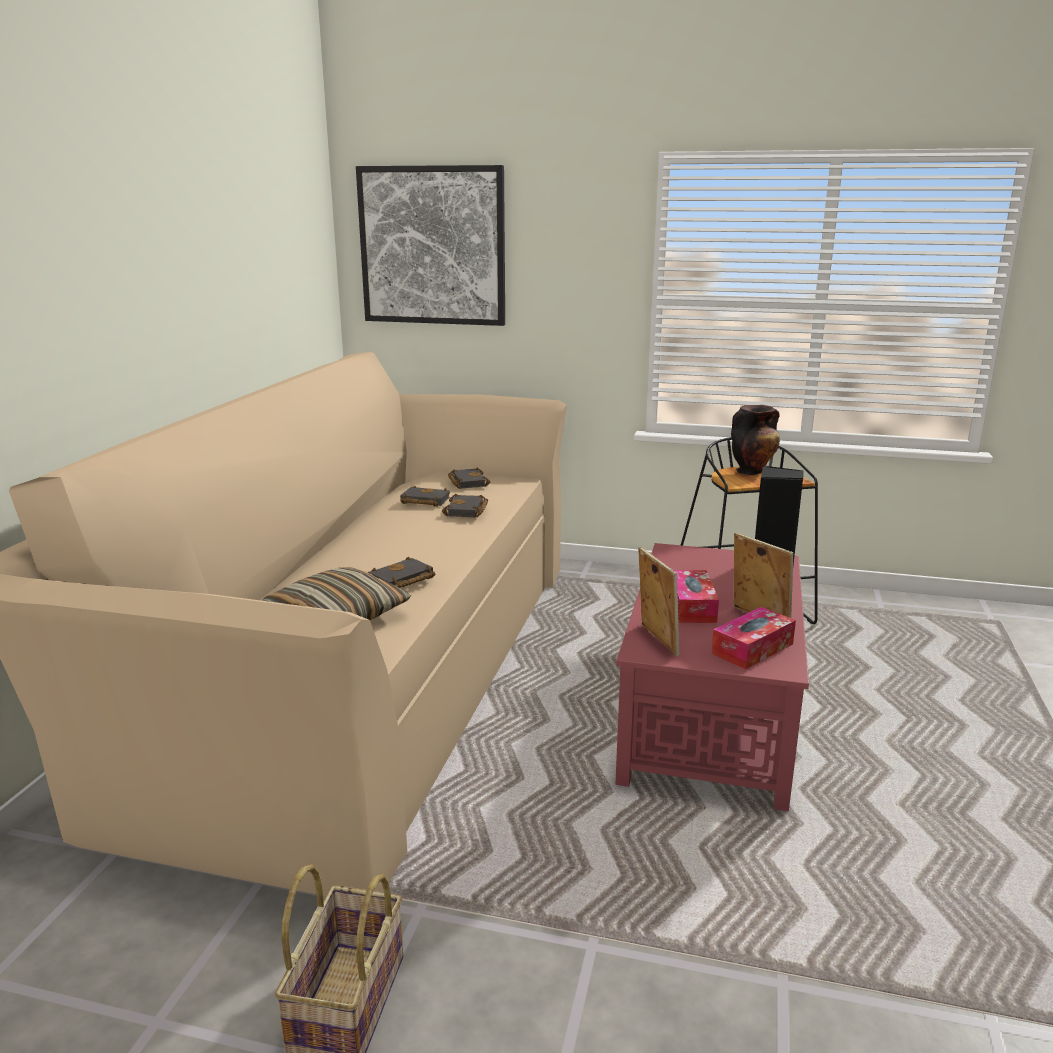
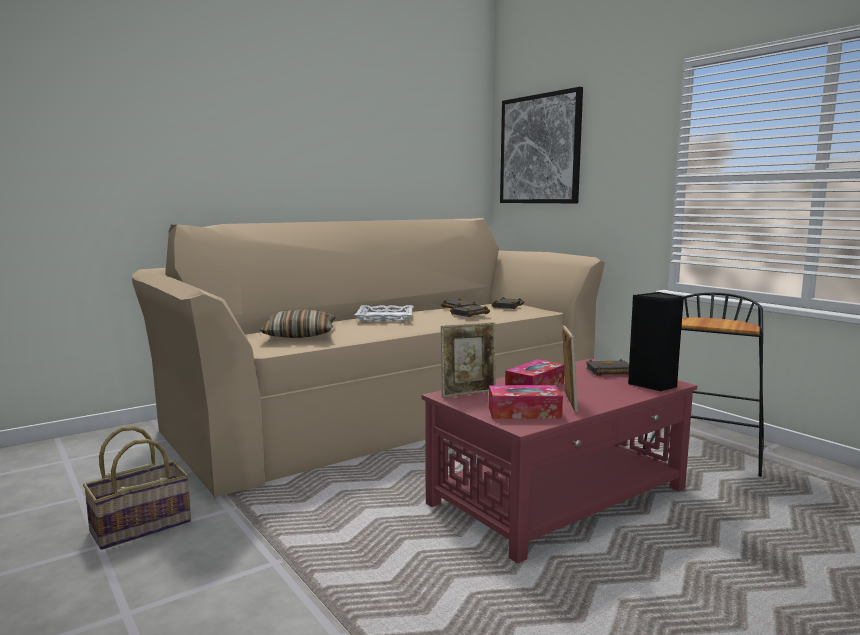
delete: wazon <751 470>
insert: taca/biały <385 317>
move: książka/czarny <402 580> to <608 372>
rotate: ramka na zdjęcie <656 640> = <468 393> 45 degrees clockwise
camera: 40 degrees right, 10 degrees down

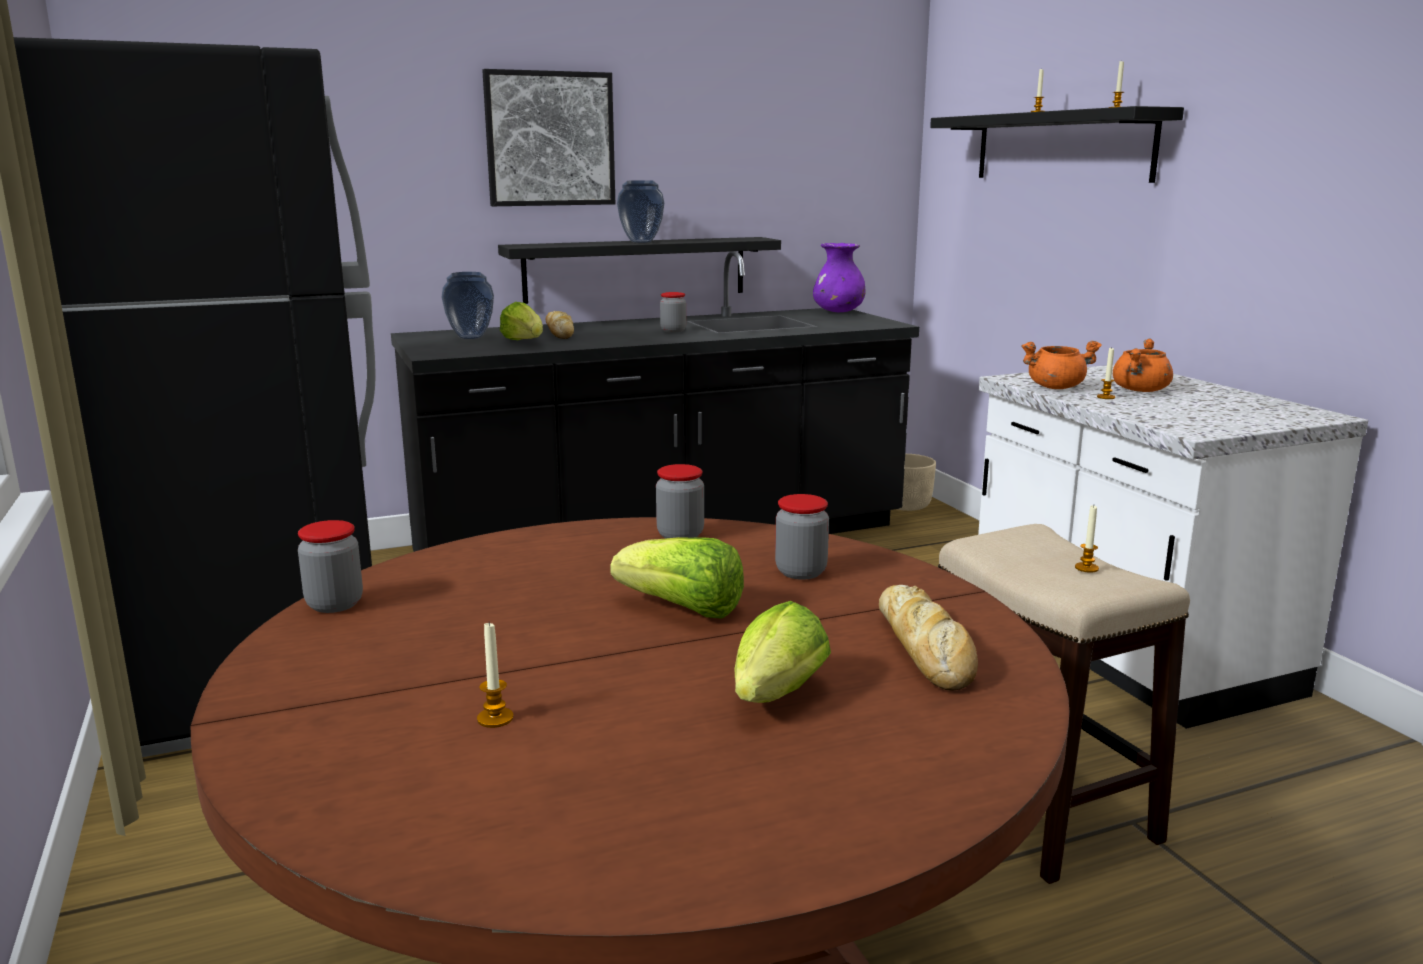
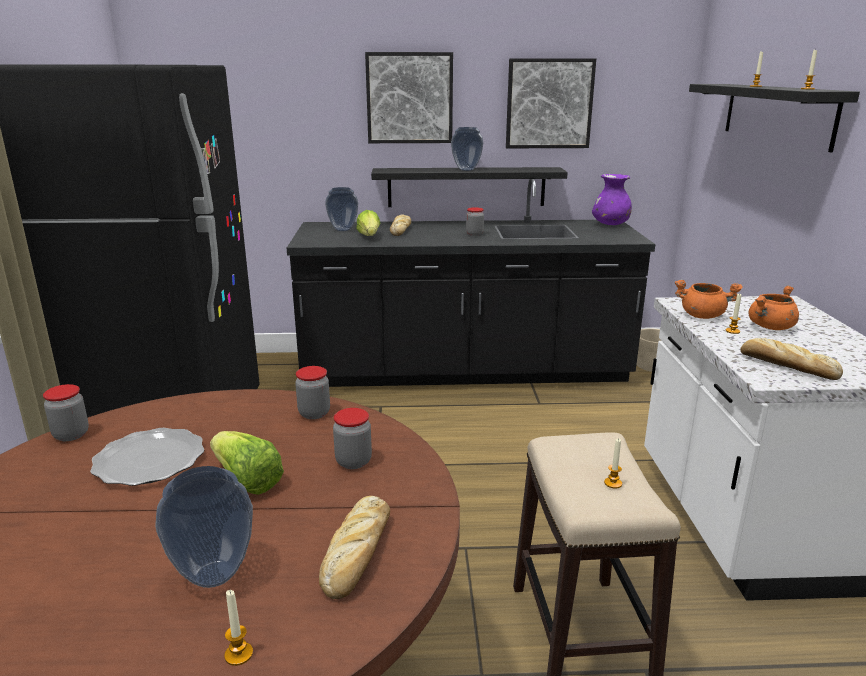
insert: talerz <149 460>; obraz <549 104>; chleb <785 366>
move: świeca <495 718> to <238 654>
replace: sałata <774 699> to wazon <215 575>
camera: 20 degrees right, 5 degrees up

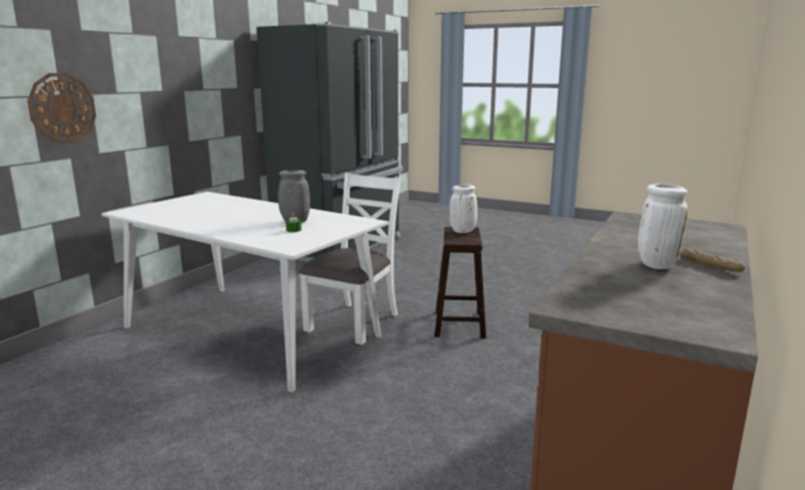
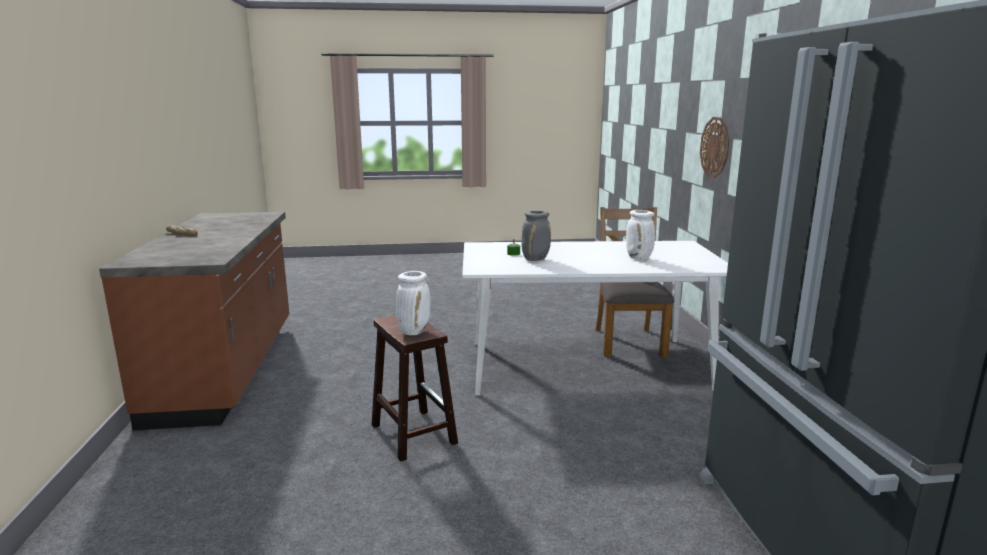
delete: krzesło/biały <353 322>
insert: krzesło/brązowy <628 342>
move: wazon/biały <655 264> to <639 258>
camera: 145 degrees right, 0 degrees up

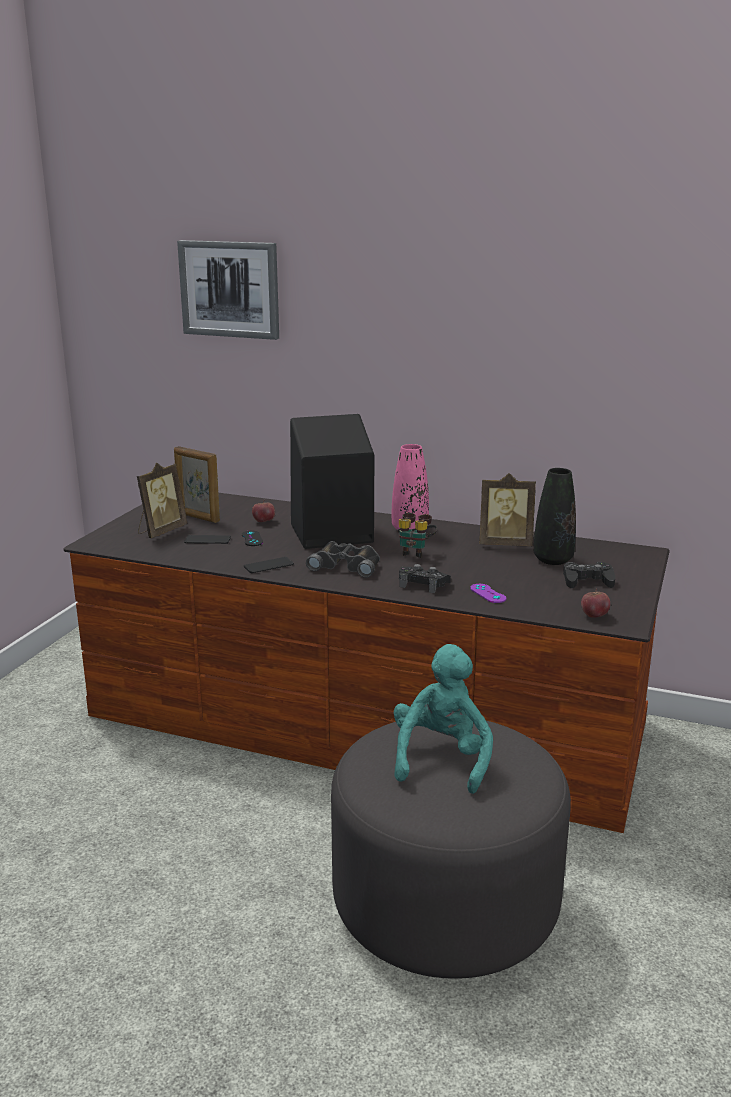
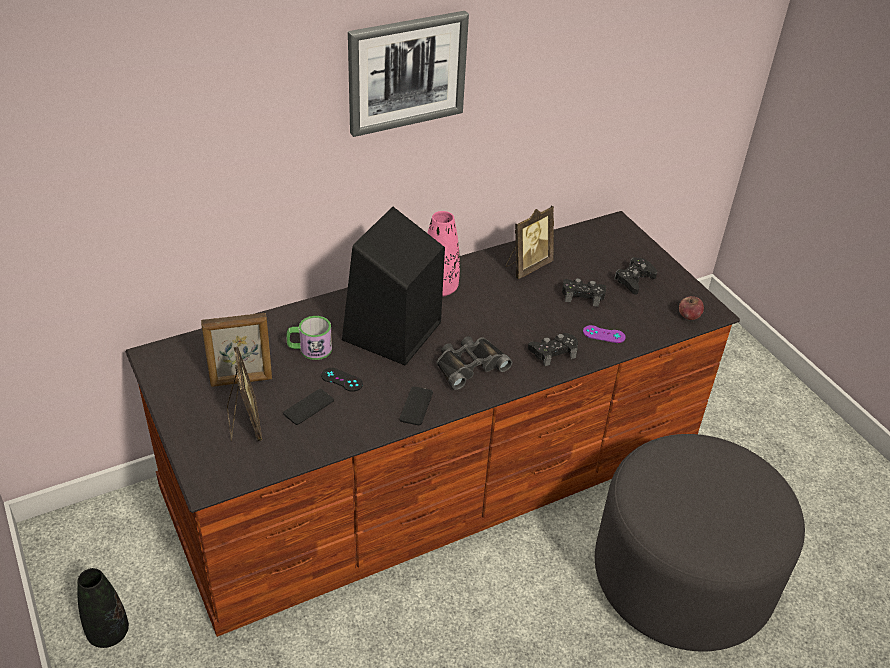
delete: pluszak/turkusowy <441 758>; lornetka <415 552>
insert: pad do gier/czarny <582 295>
move: obraz <230 289> to <406 72>; wazon/czarny <553 560> to <109 633>
replace: jabłko <264 521> to kubek <309 349>
camera: 50 degrees left, 20 degrees up

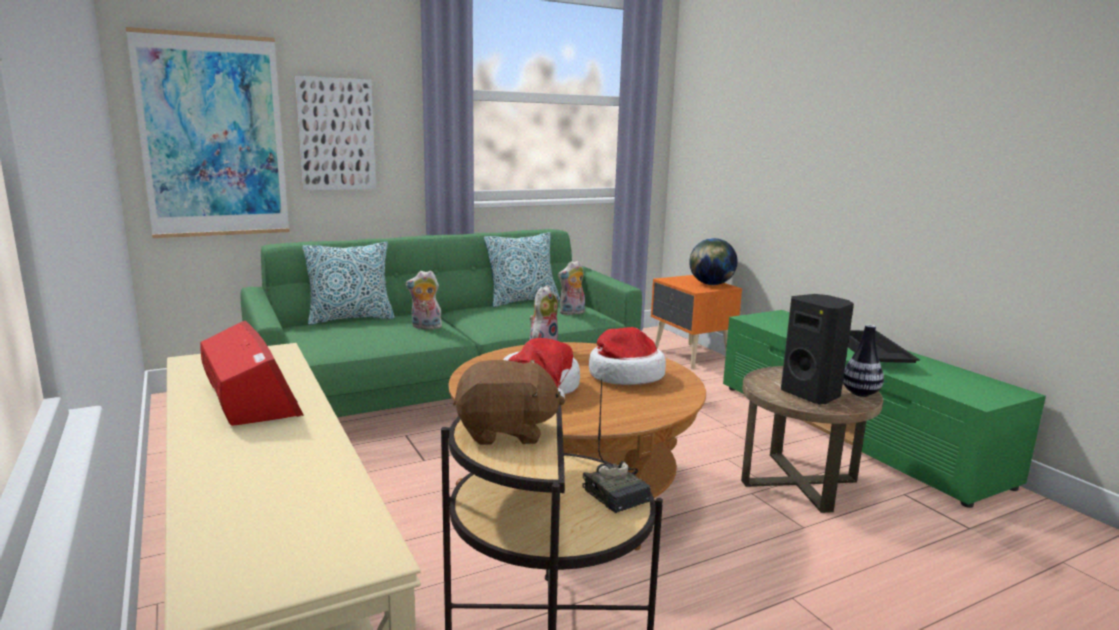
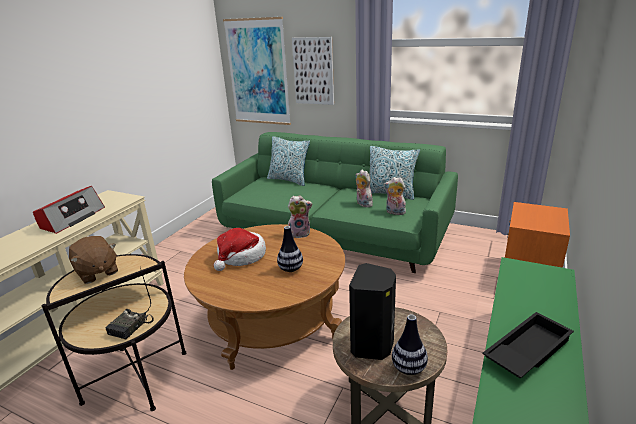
delete: globus <711 284>
move: pluszak <425 327> to <362 204>
replace: kapelusz <624 375> to wazon <290 269>
camera: 55 degrees right, 10 degrees up

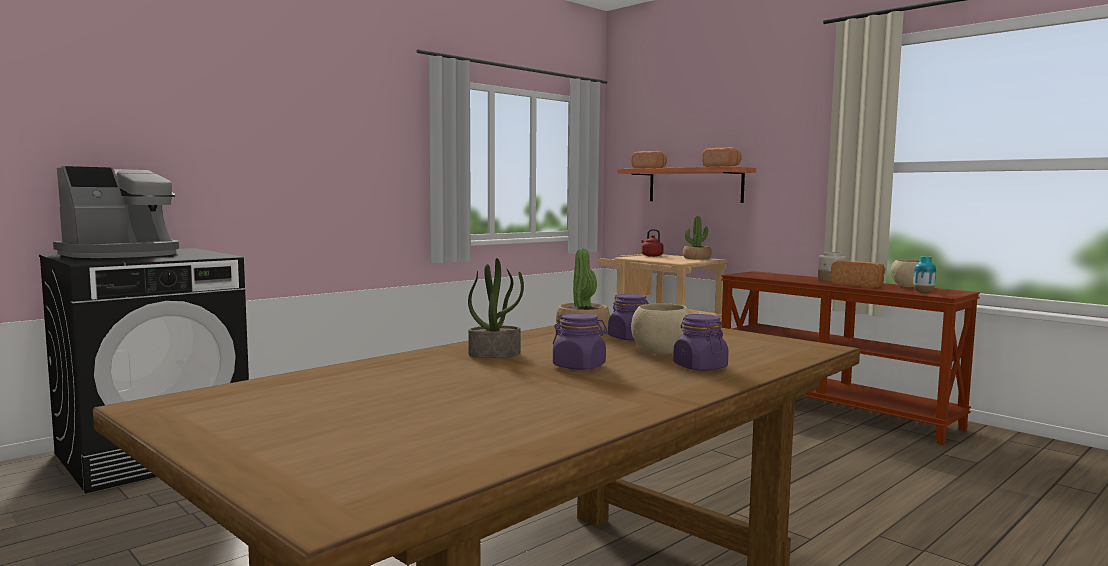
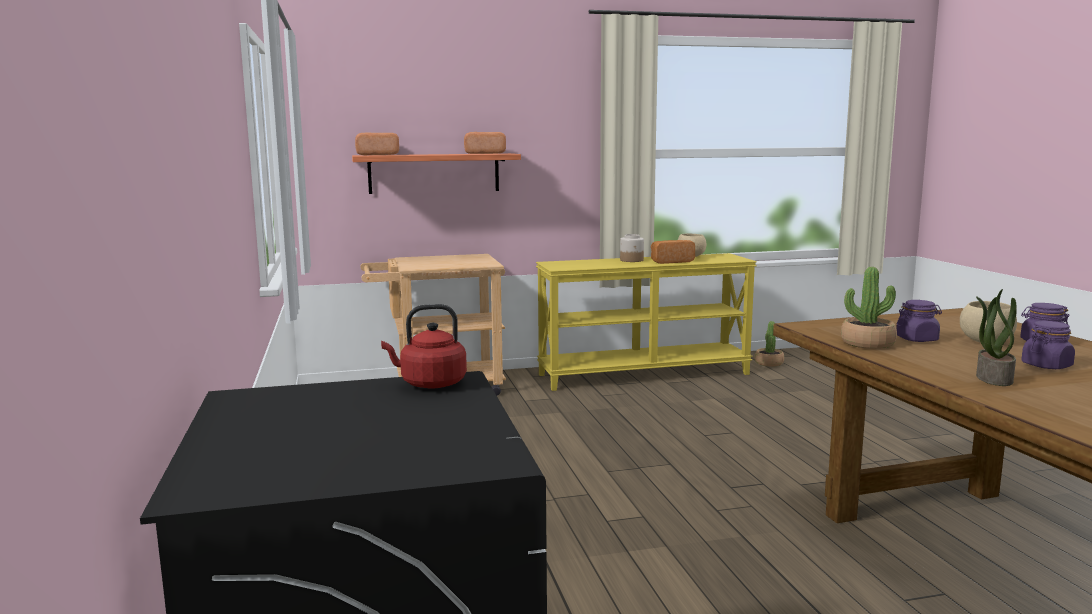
delete: ekspres do kawy <122 254>; wazon <923 292>
move: czajnik/czerwony <651 256> to <430 384>; roślina doniczkowa <696 258> to <768 363>
recolor: stolik konsolowy/brązowy <834 409> to stolik konsolowy/żółty <644 374>
camera: 60 degrees left, 5 degrees up

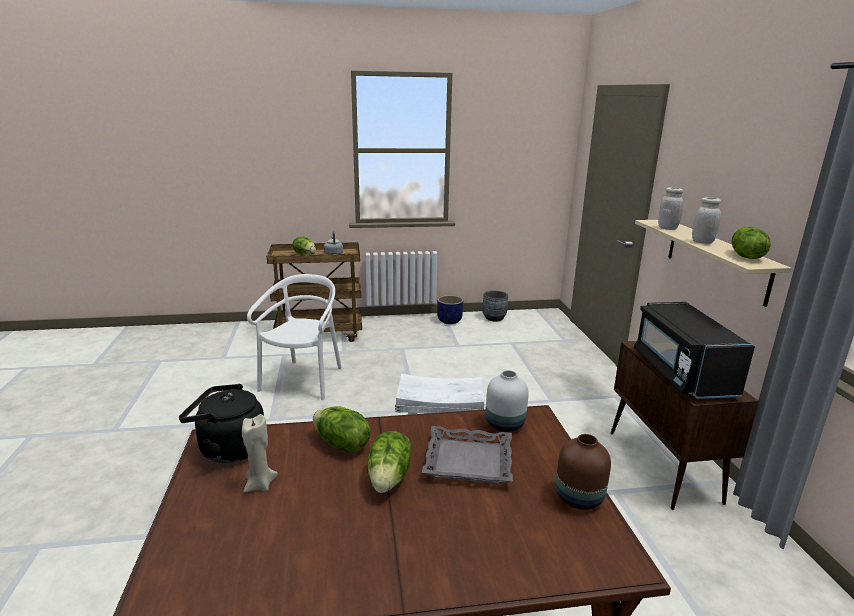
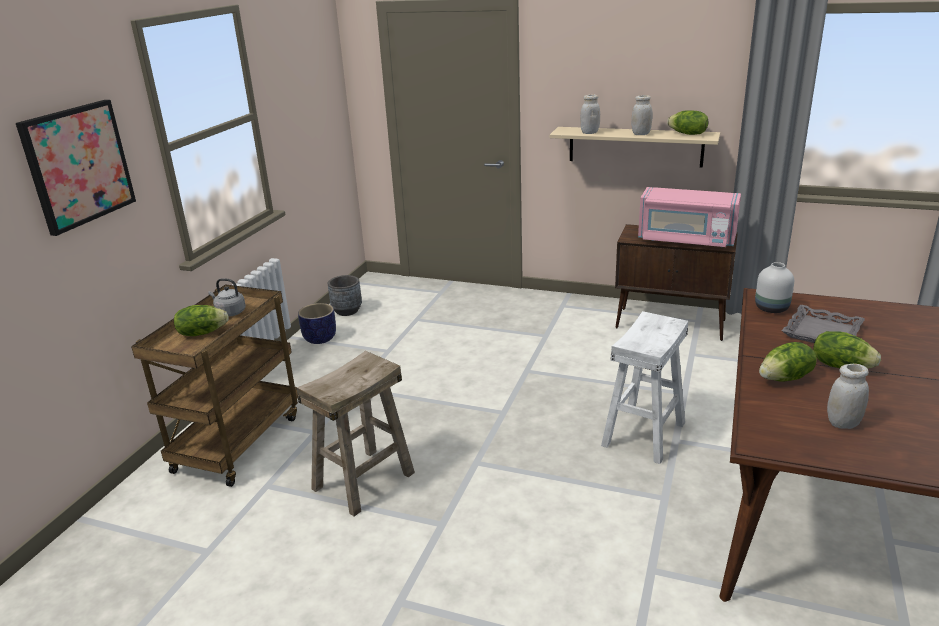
delete: czajnik/czarny <228 449>; wazon/brązowy <580 498>
insert: obraz <78 165>
replace: świeca/beżowy <259 484> to słoik/biały <843 423>; krzesło/biały <303 380> to stołek/beżowy <363 480>
recolor: mikrofalówka/czarny <681 373> to mikrofalówka/różowy <686 240>
camera: 60 degrees left, 5 degrees up

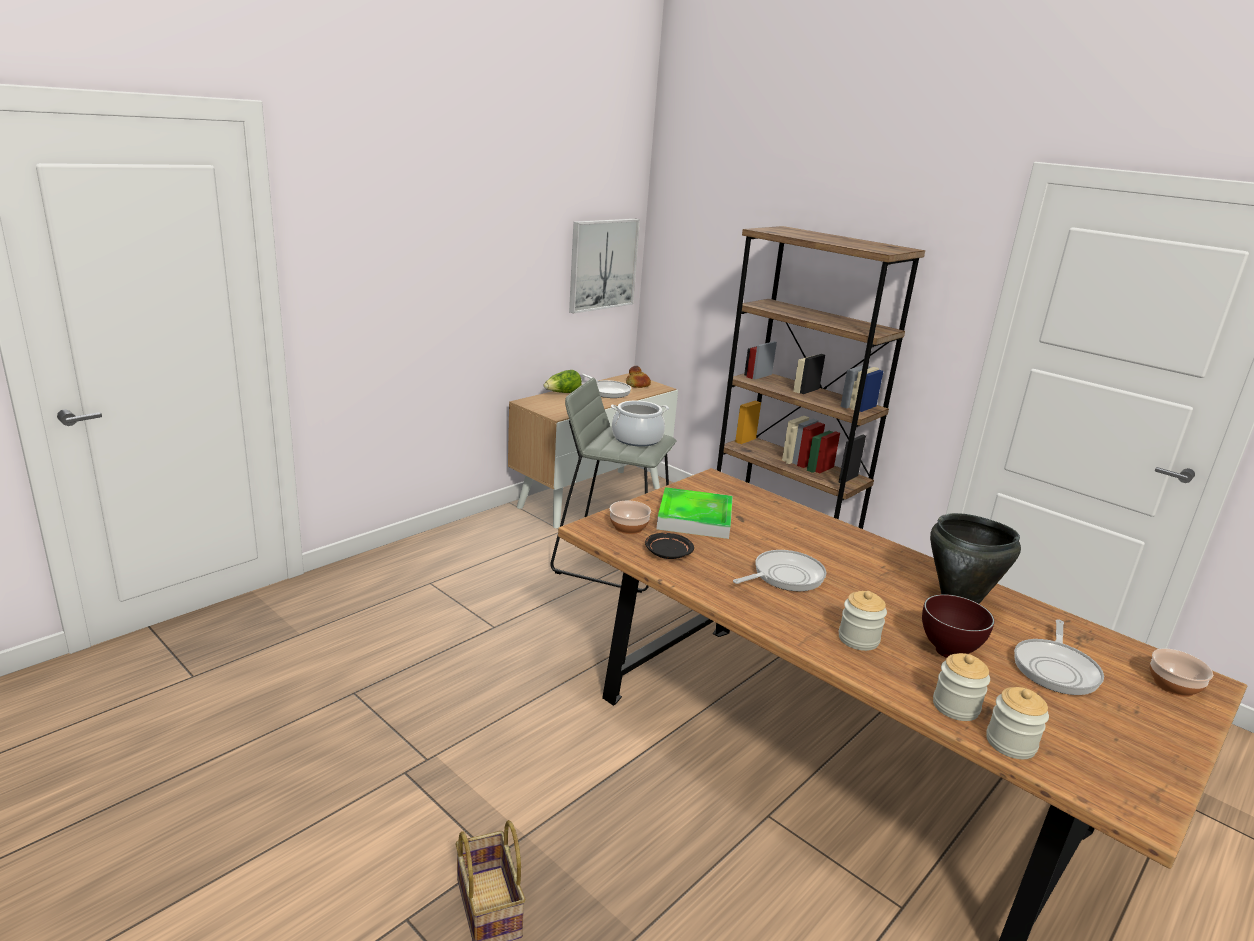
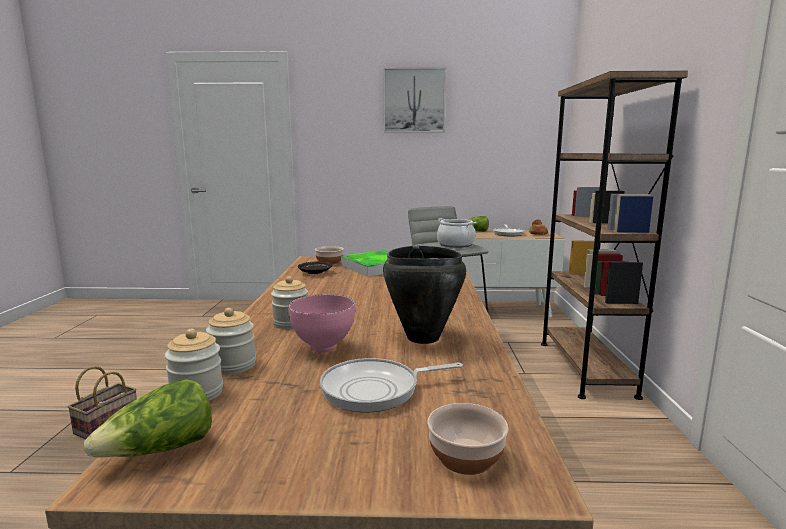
delete: patelnia <784 576>
insert: sałata <161 450>
move: obraz <602 264> to <414 100>
recolor: miska/brązowy <947 651> to miska/różowy <325 348>
camera: 50 degrees right, 10 degrees down

